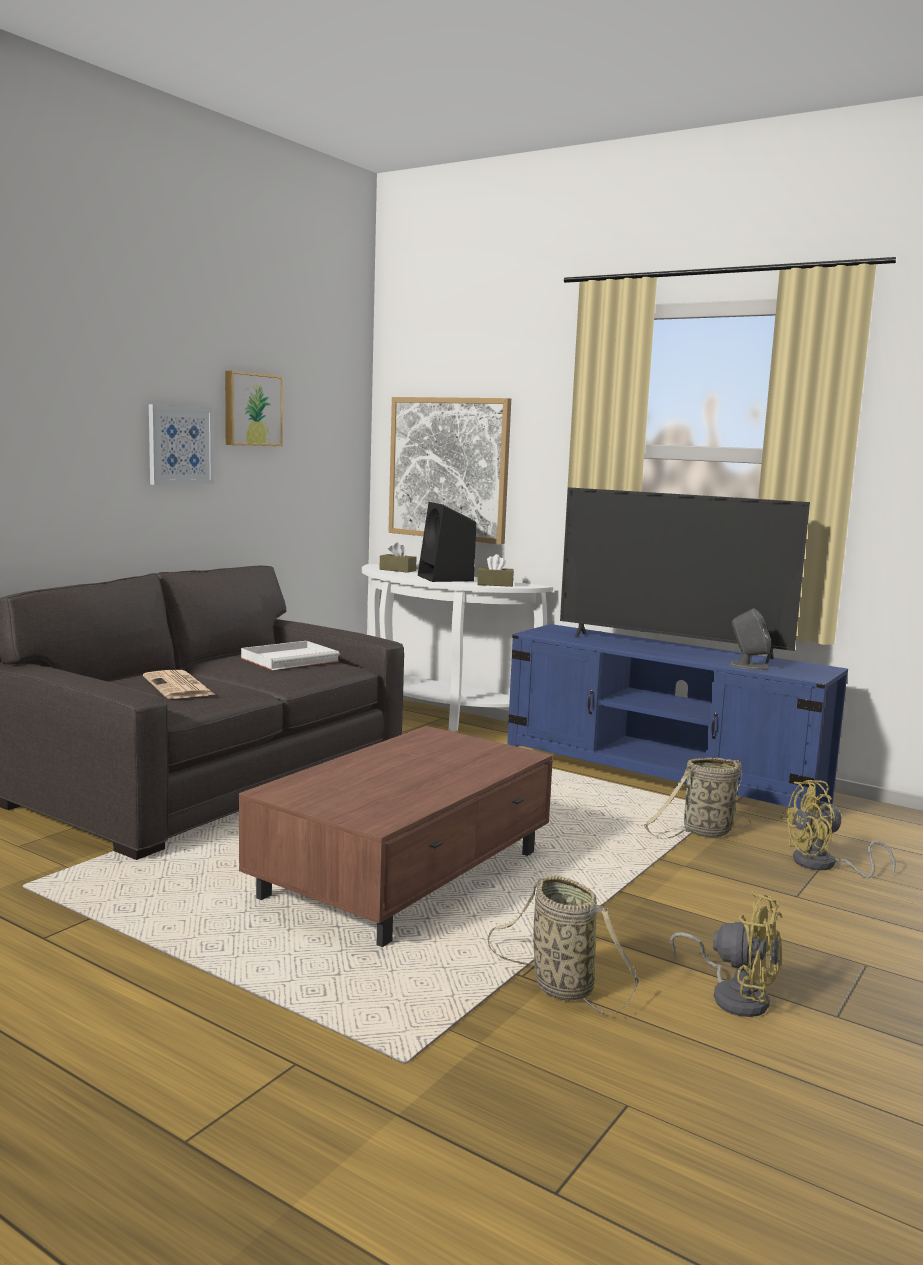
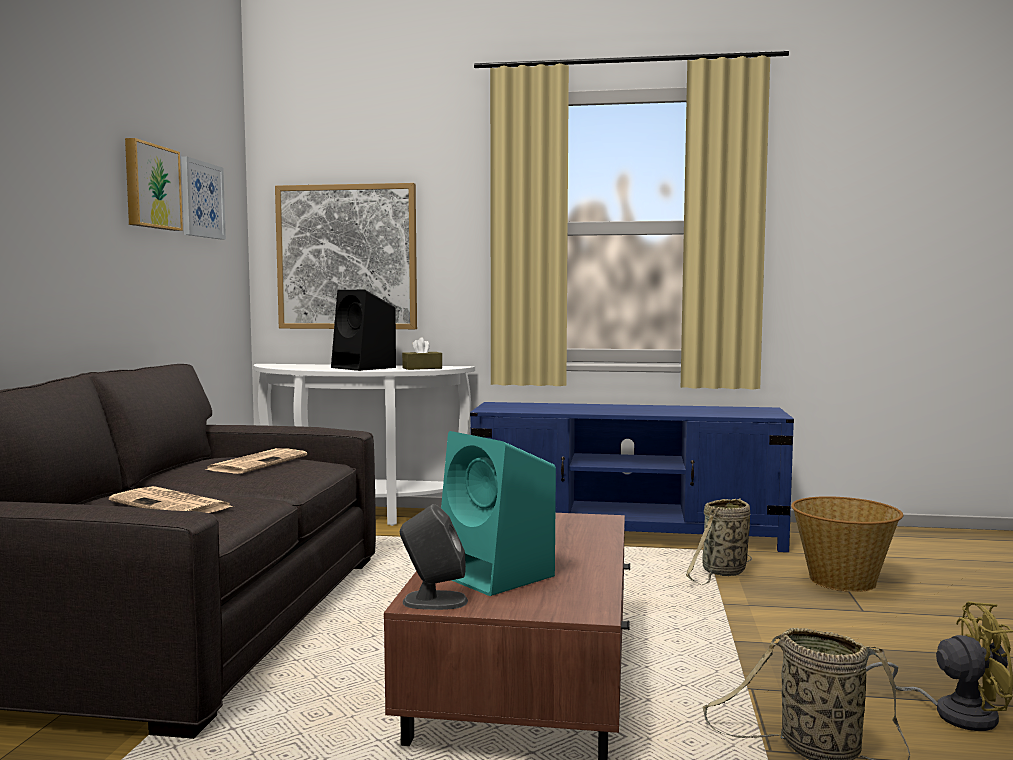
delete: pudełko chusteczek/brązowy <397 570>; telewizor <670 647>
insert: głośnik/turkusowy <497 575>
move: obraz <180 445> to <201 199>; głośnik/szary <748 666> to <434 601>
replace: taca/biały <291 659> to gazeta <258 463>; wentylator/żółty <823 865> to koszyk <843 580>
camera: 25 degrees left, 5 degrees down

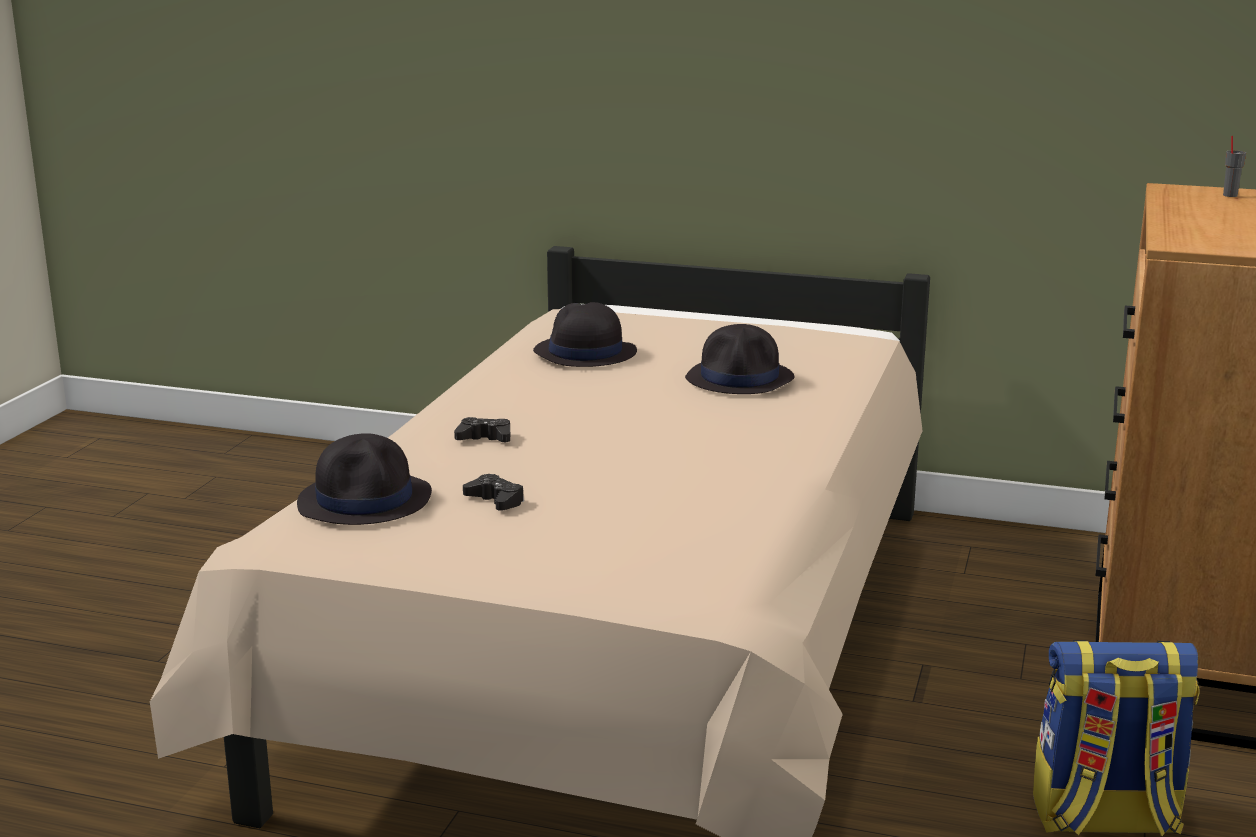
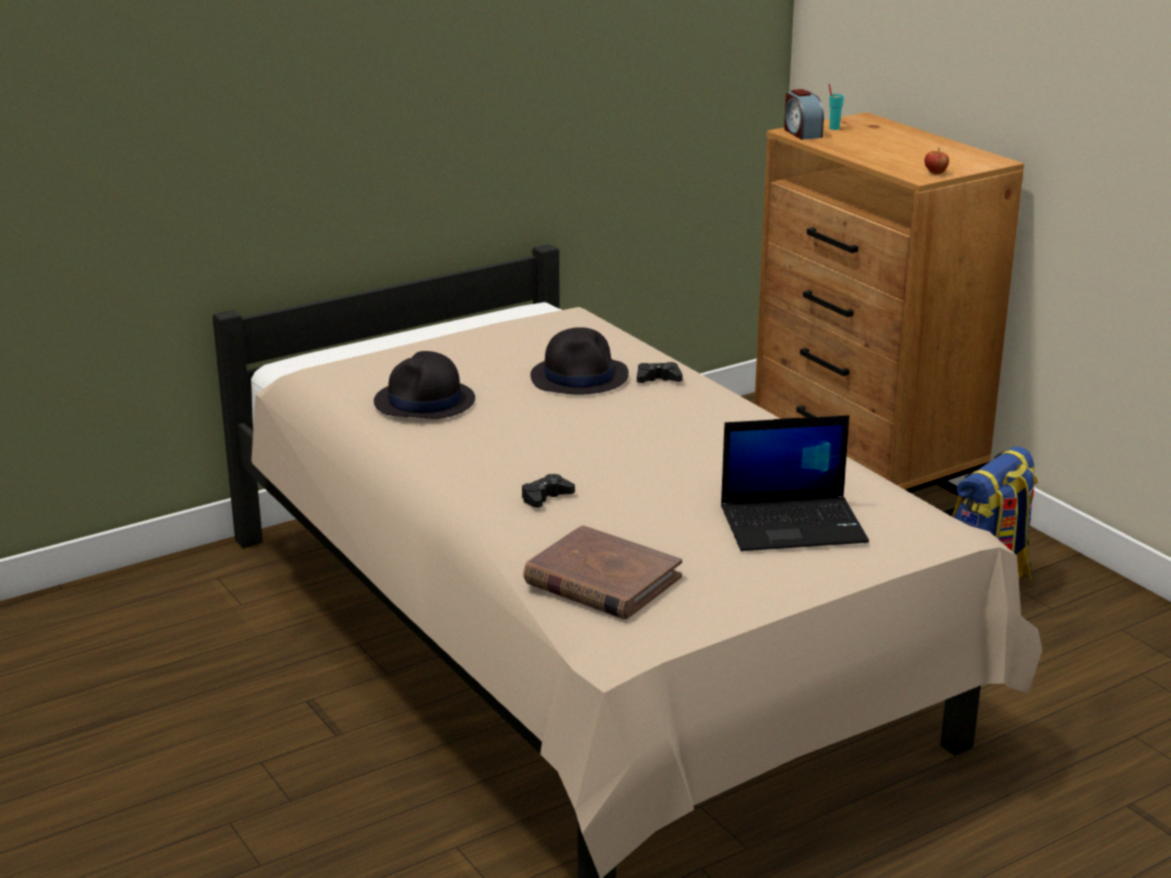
insert: laptop <794 524>; budzik <802 133>; jabłko <935 173>
move: pad do gier/czarny <495 500> to <658 379>
replace: kapelusz/czarny <366 500> to książka/brązowy <601 580>
recolor: filiżanka/szary <1230 195> to filiżanka/turkusowy <834 128>
camera: 50 degrees left, 5 degrees up

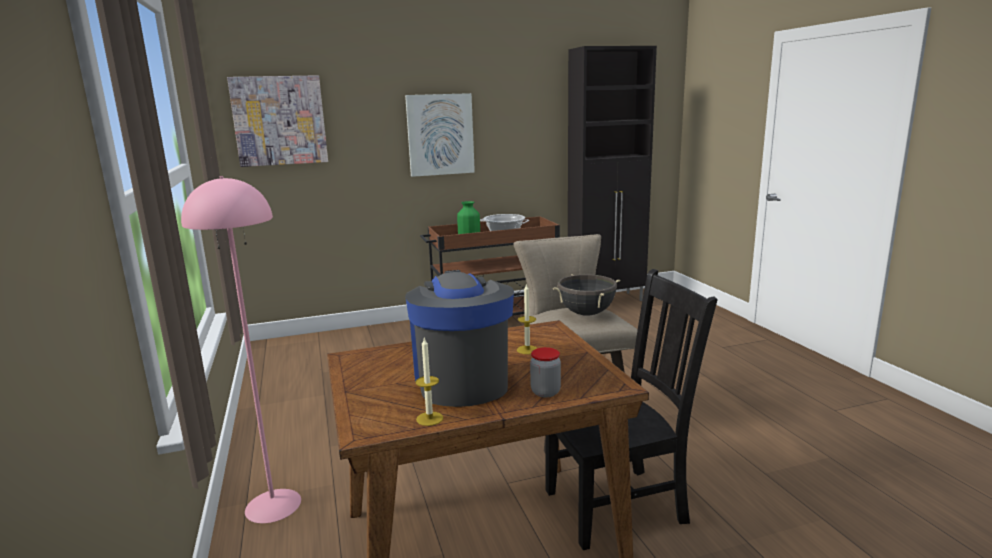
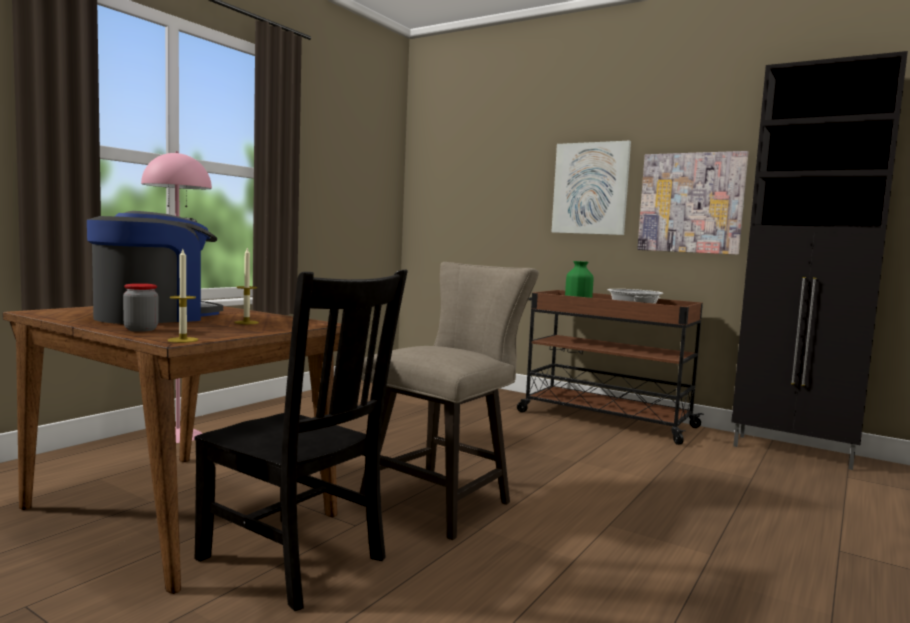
delete: garnek/czarny <586 313>
move: obraz <279 121> to <691 203>; świeca <429 418> to <183 340>
camera: 50 degrees right, 10 degrees down

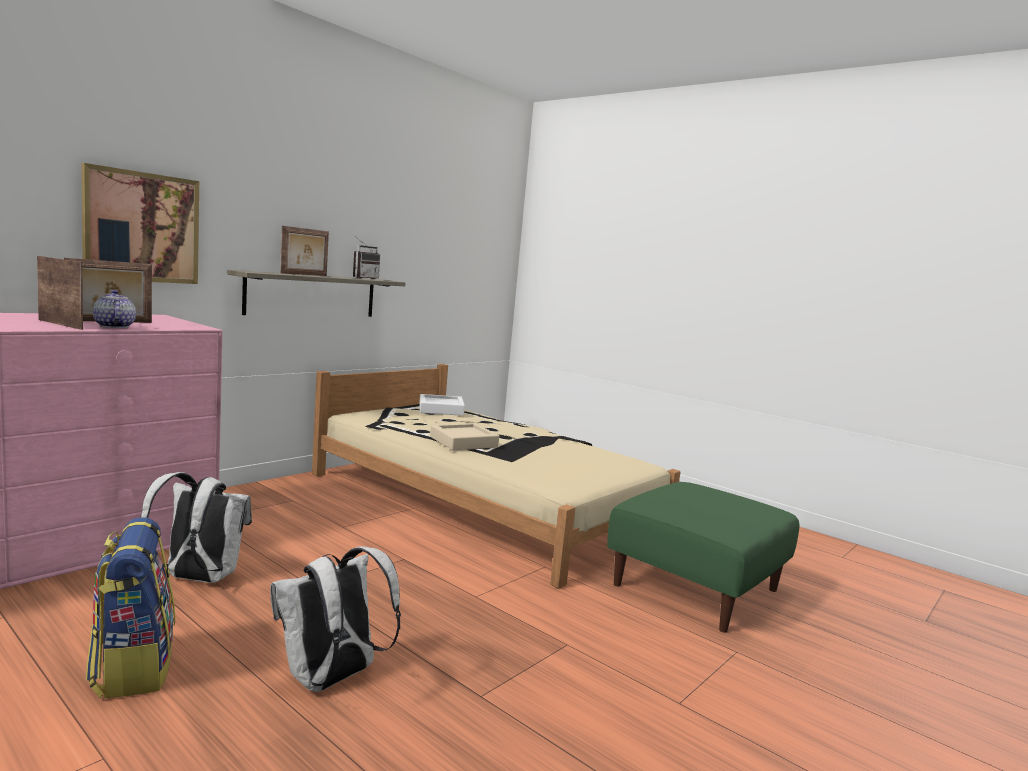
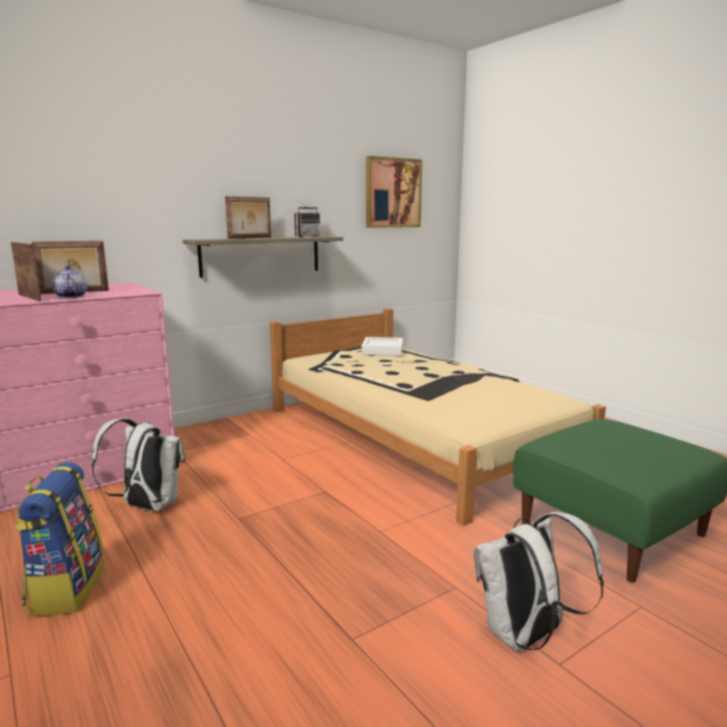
delete: taca/beżowy <463 442>
move: obraz <141 227> to <393 193>; plecak/biały <331 679> to <525 637>
camera: 15 degrees right, 5 degrees up

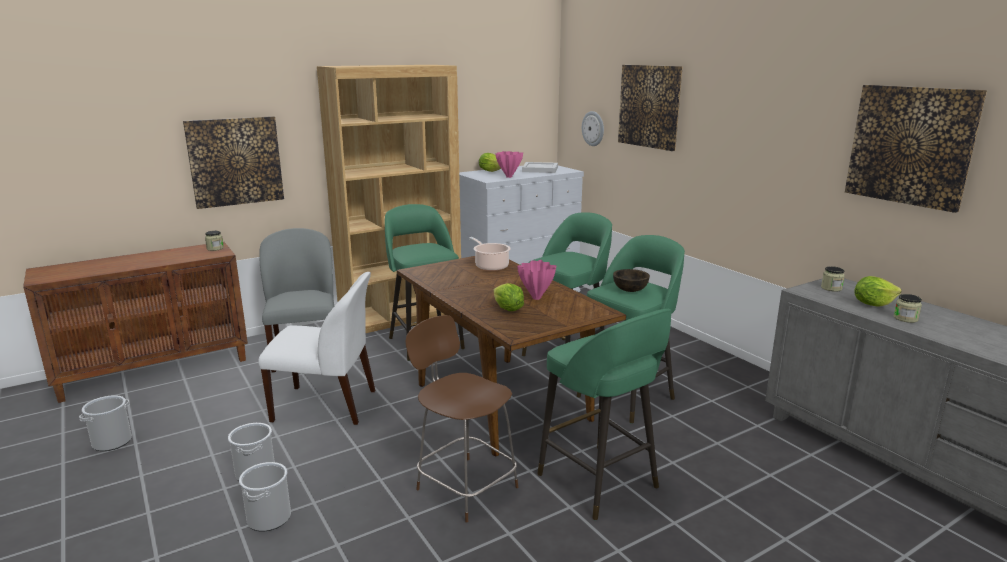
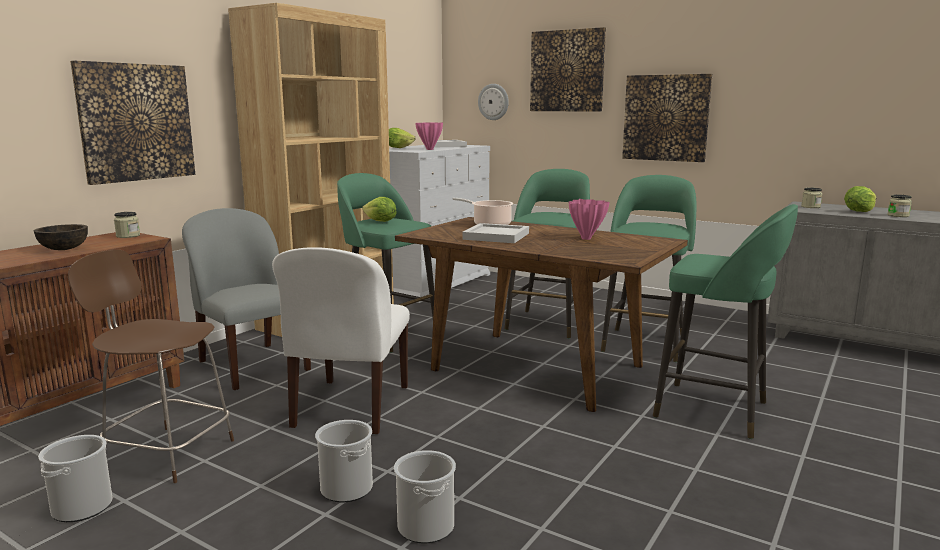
insert: taca/biały <495 236>
move: krzesło/brązowy <464 486> to <167 453>; sałata <507 309> to <380 221>; miska/brązowy <630 290> to <64 249>; obraz <911 145> to <666 118>
rotate: krzesło/biały <327 406> = <350 407> 120 degrees clockwise
camera: 25 degrees left, 5 degrees down

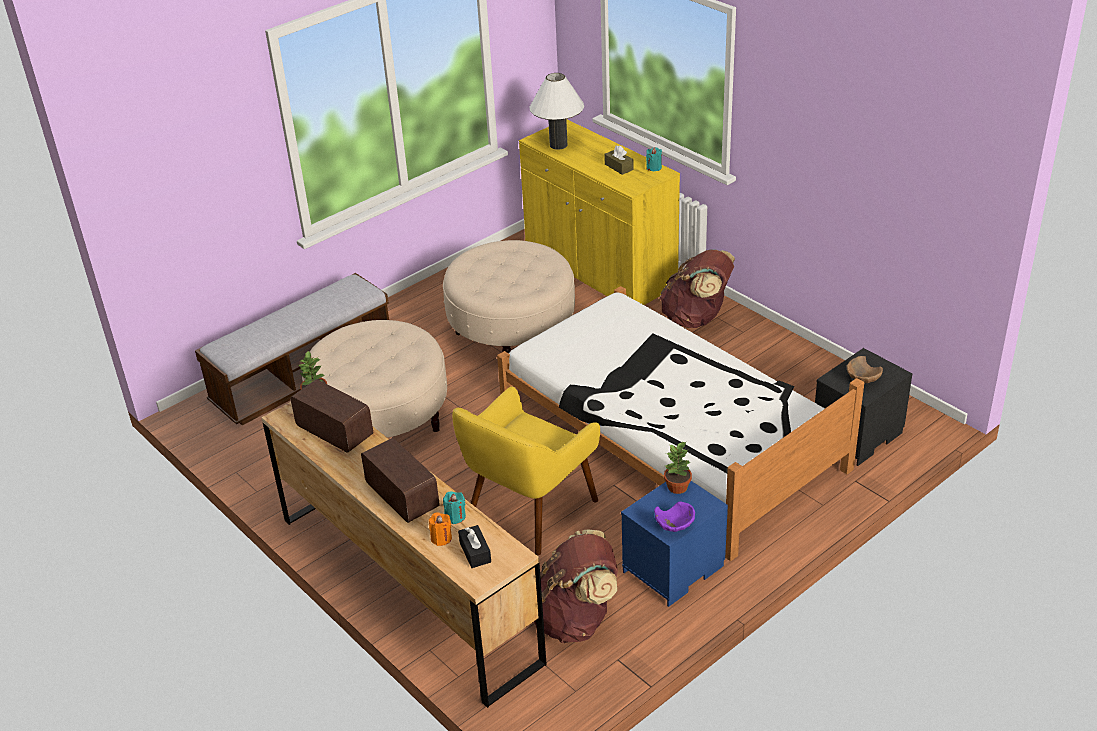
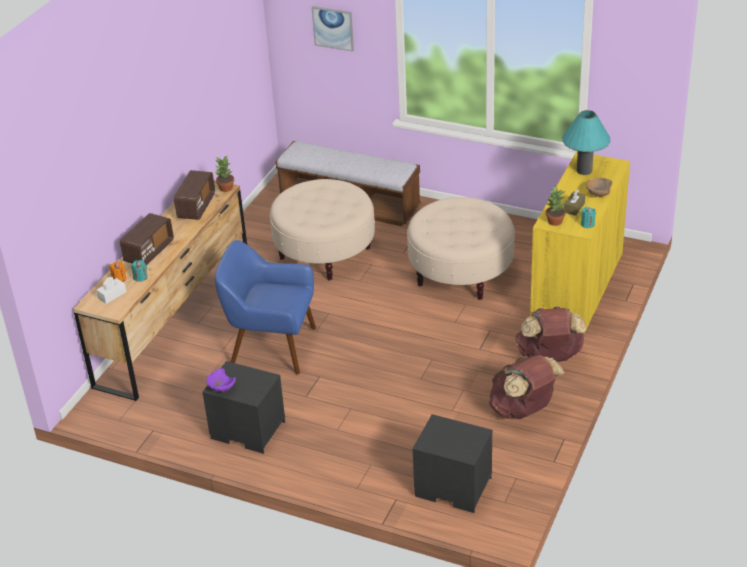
delete: łóżko/biały <670 434>
insert: obraz <333 28>
move: plecak/brązowy <574 619> to <523 410>; roślina doniczkowa <678 487> to <555 222>; miska/brązowy <862 380> to <598 194>
recolor: fotel/żółty <529 510> to fotel/niebieski <271 347>; pudełko chusteczek/czarny <475 552> to pudełko chusteczek/biały <112 295>; lampa stołowa/biały <558 145> to lampa stołowa/turkusowy <584 170>; szafka nocna/niebieski <673 570> to szafka nocna/czarny <246 431>
camera: 65 degrees right, 0 degrees up

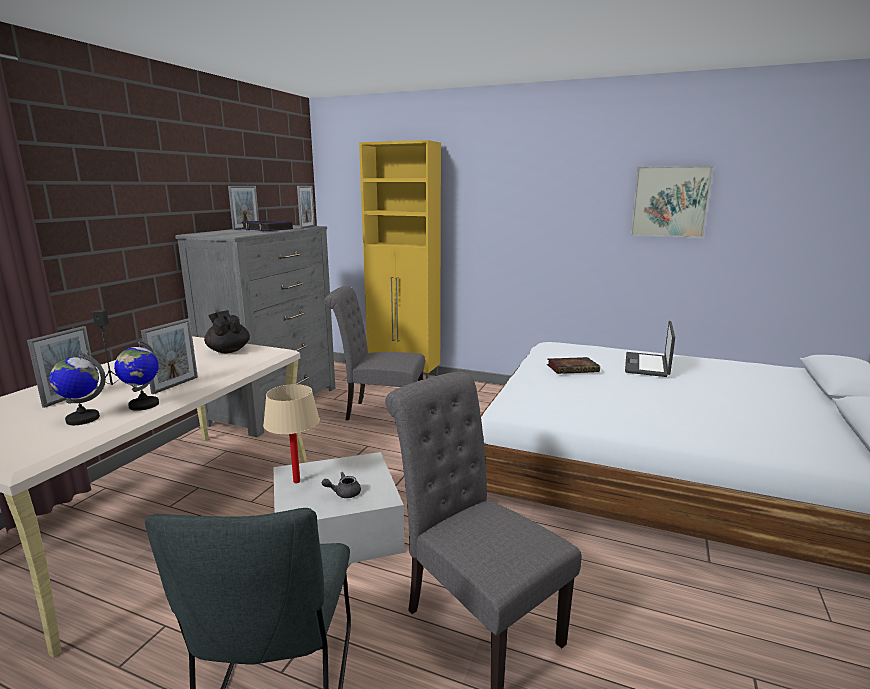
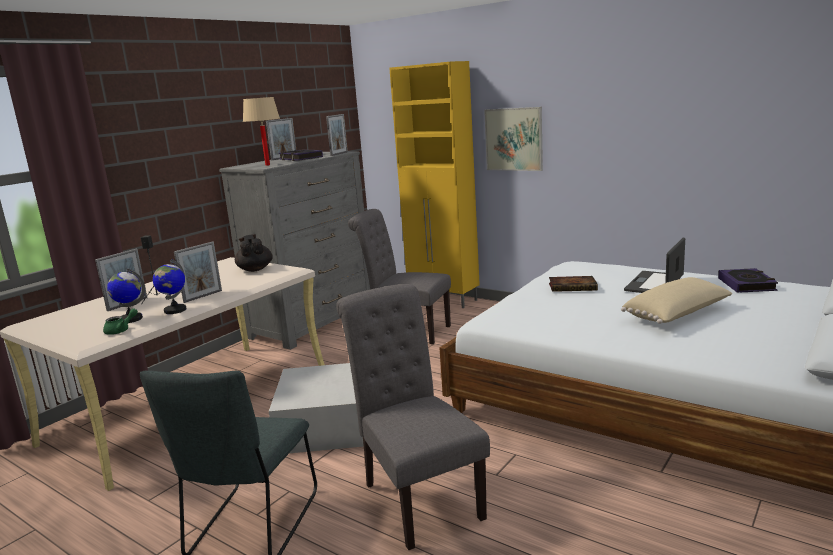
delete: imbryk/szary <344 493>
insert: imbryk/zielony <121 330>; poduszka/beżowy <678 315>; książka <746 284>
move: lampa stołowa/beżowy <296 481> to <267 165>; obraz <670 201> to <514 139>
camera: 15 degrees right, 0 degrees up

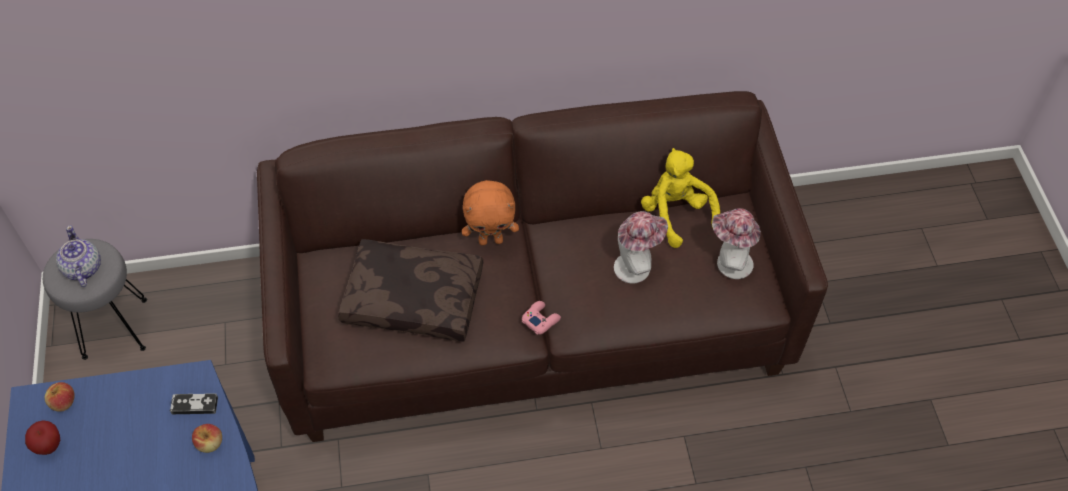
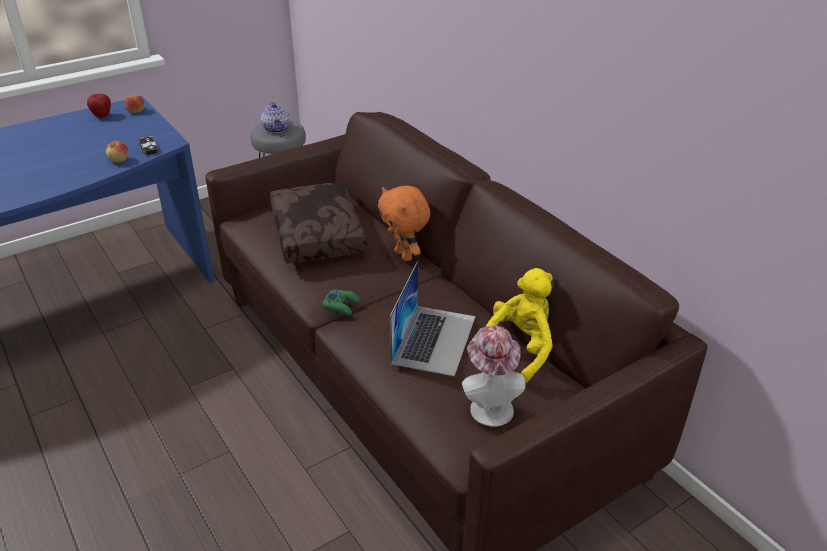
replace: kapelusz <636 266> to laptop <434 339>
recolor: pad do gier/różowy <540 319> to pad do gier/zielony <341 305>
rotate: imbryk <83 269> = <276 129> 120 degrees clockwise
camera: 65 degrees right, 20 degrees down

